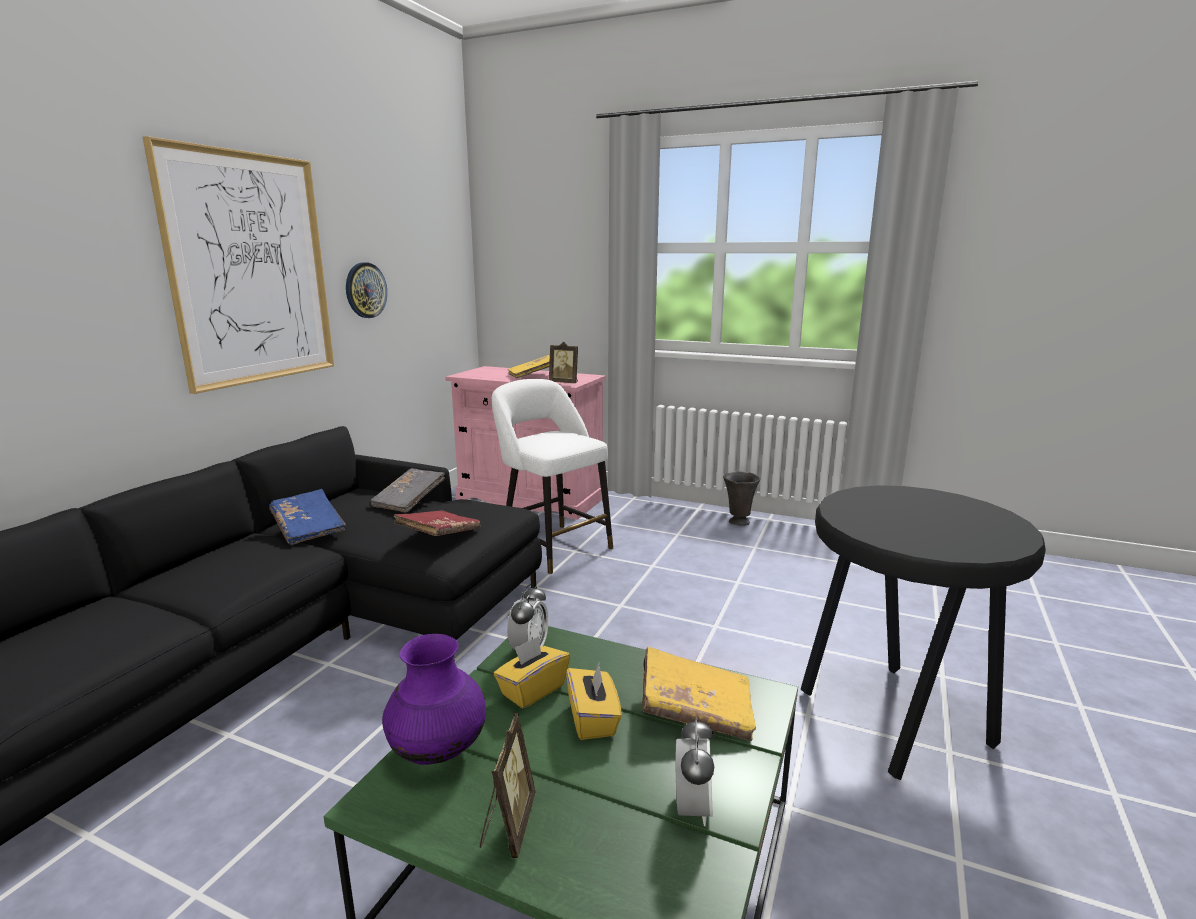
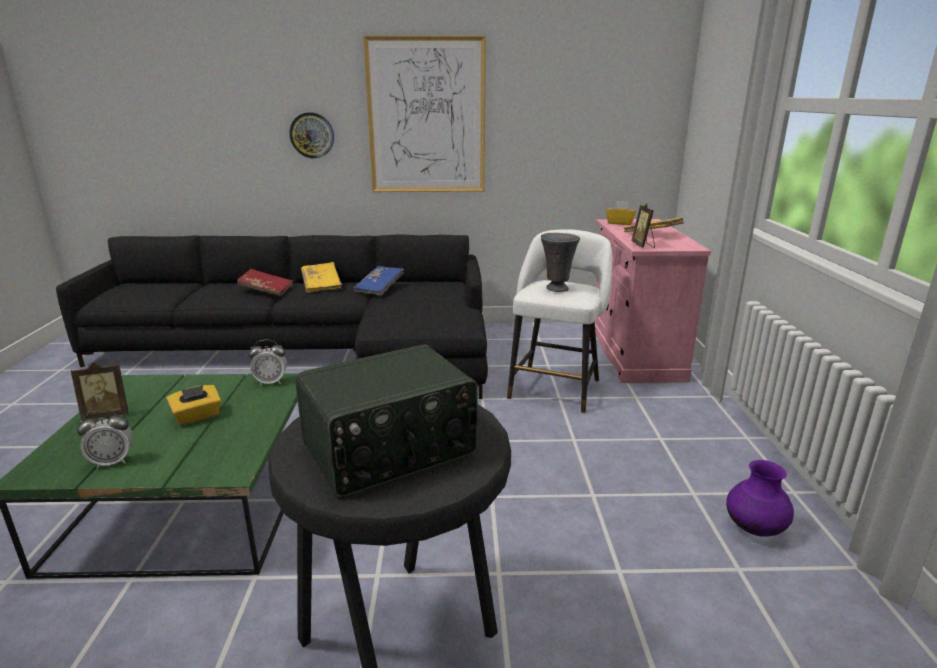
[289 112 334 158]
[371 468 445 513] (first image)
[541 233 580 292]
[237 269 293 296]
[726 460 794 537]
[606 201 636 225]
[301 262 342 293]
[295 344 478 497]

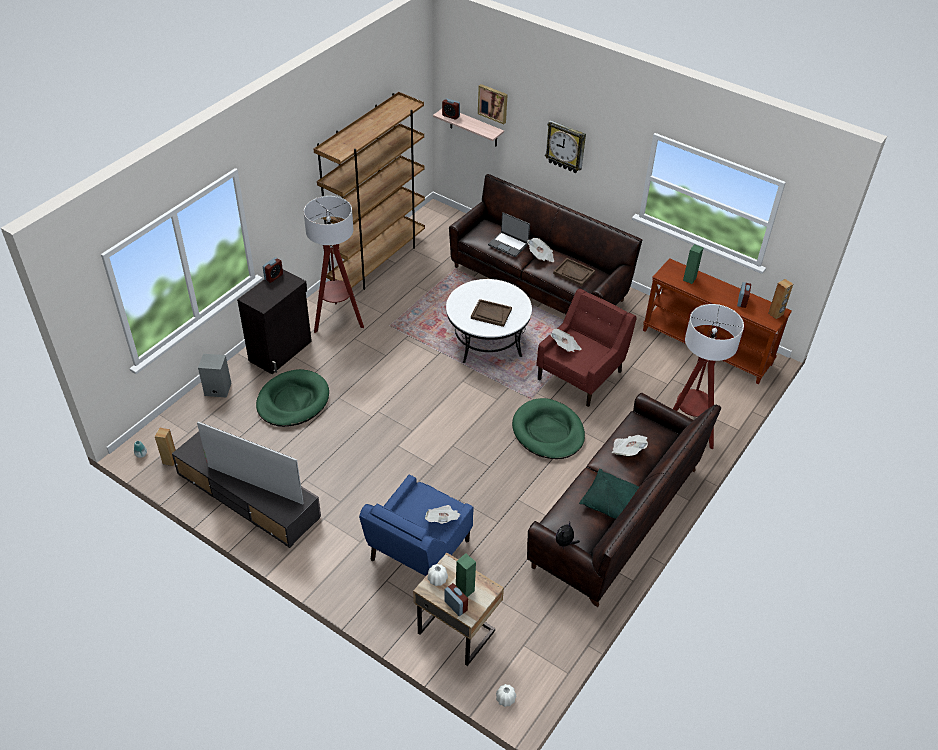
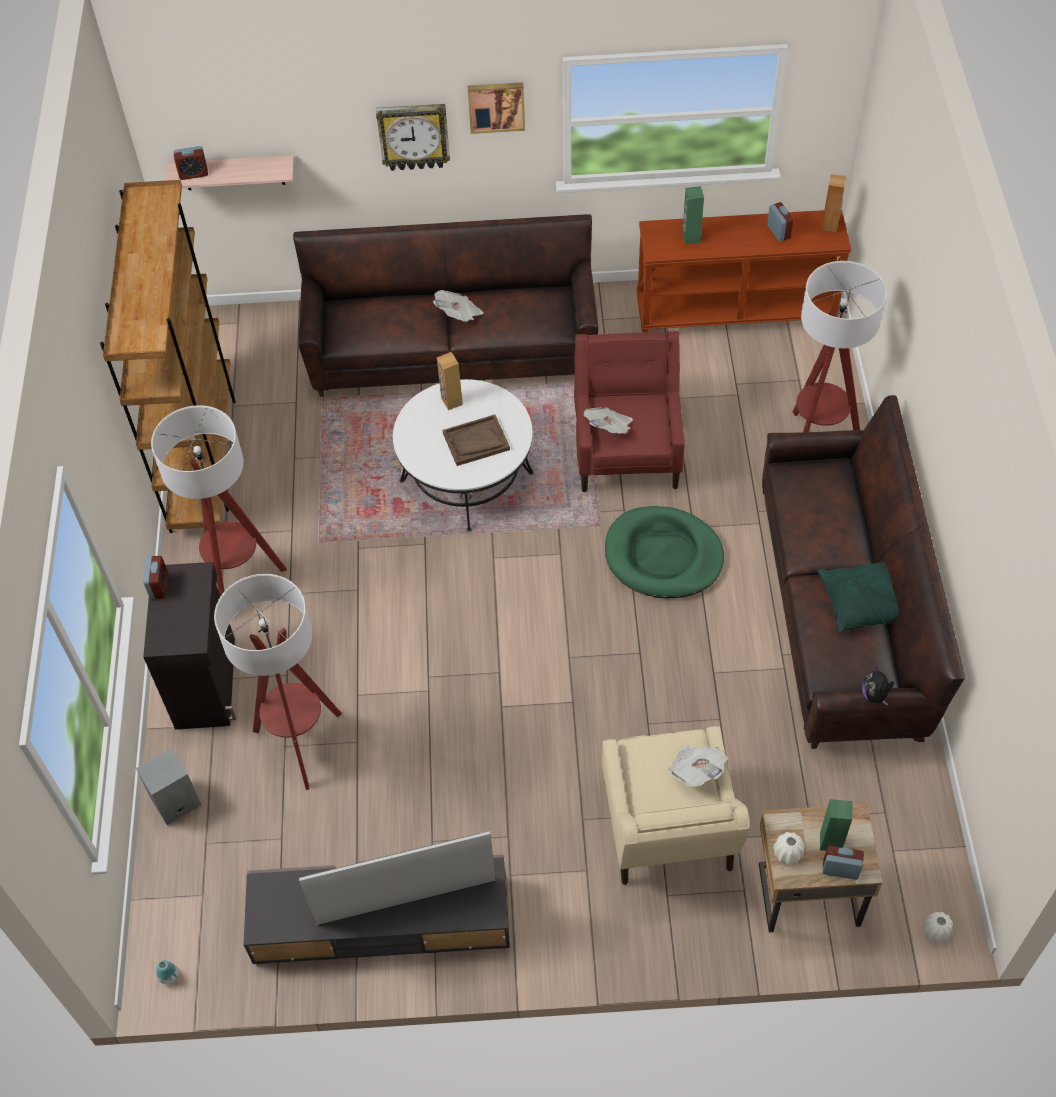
[468 82 525 134]
[488 212 530 257] (first image)
[553 258 595 286] (first image)
[214 574 342 790]
[437 352 463 410]
[612 435 648 456] (first image)
[602 726 750 885]

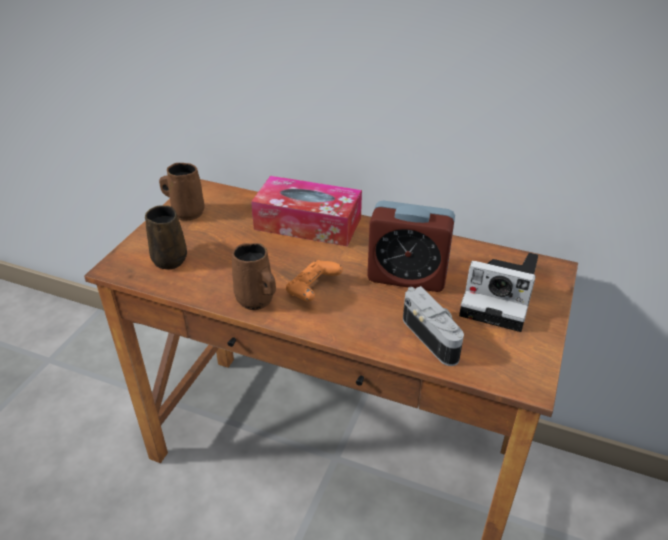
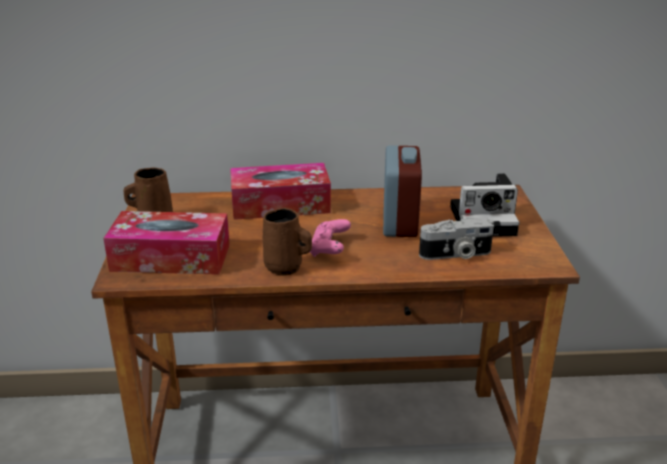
[383 145 422 237]
[103 211 230 275]
[310 219 351 257]
[419 218 494 260]

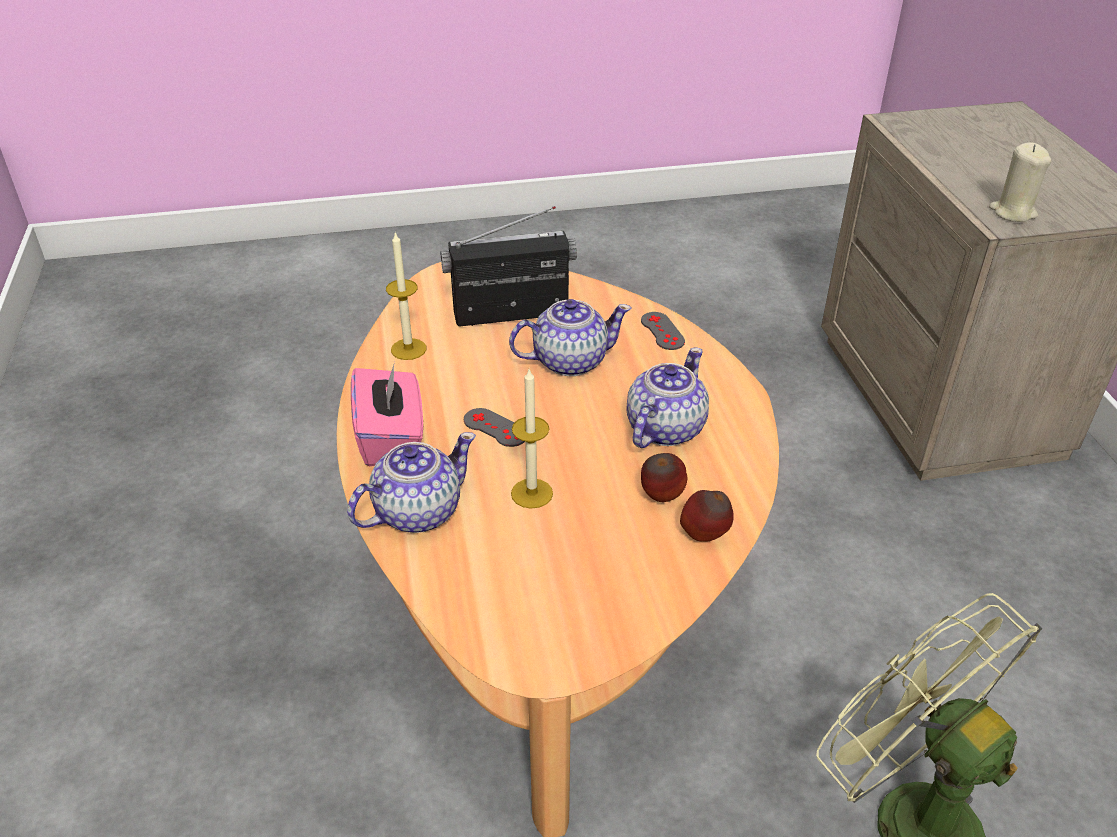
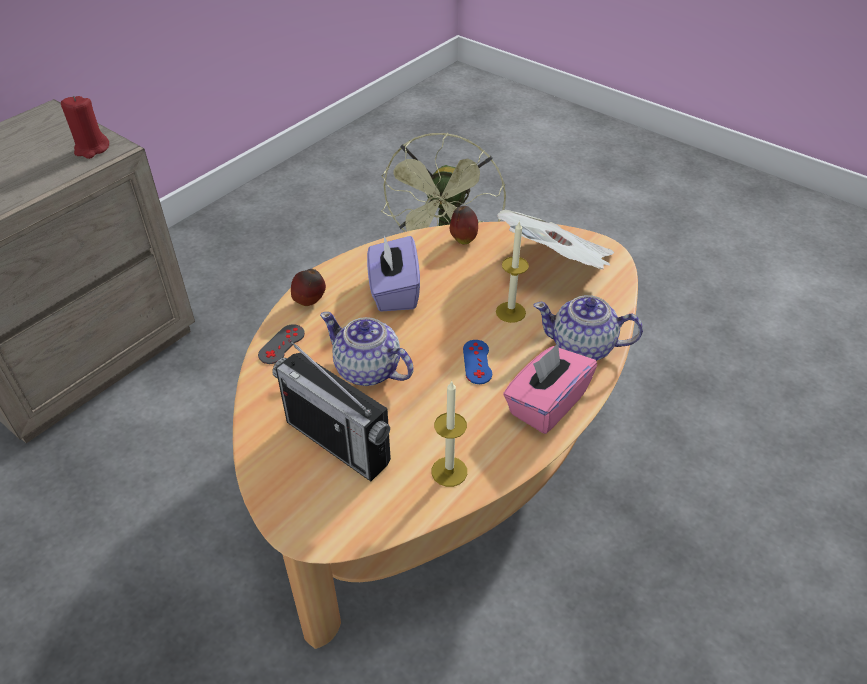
[61 96 109 159]
[367 236 420 312]
[463 340 492 384]
[291 269 326 306]
[497 210 614 269]

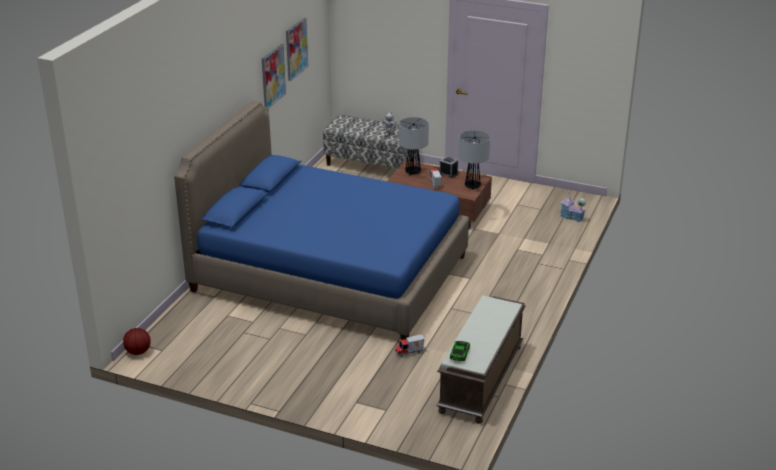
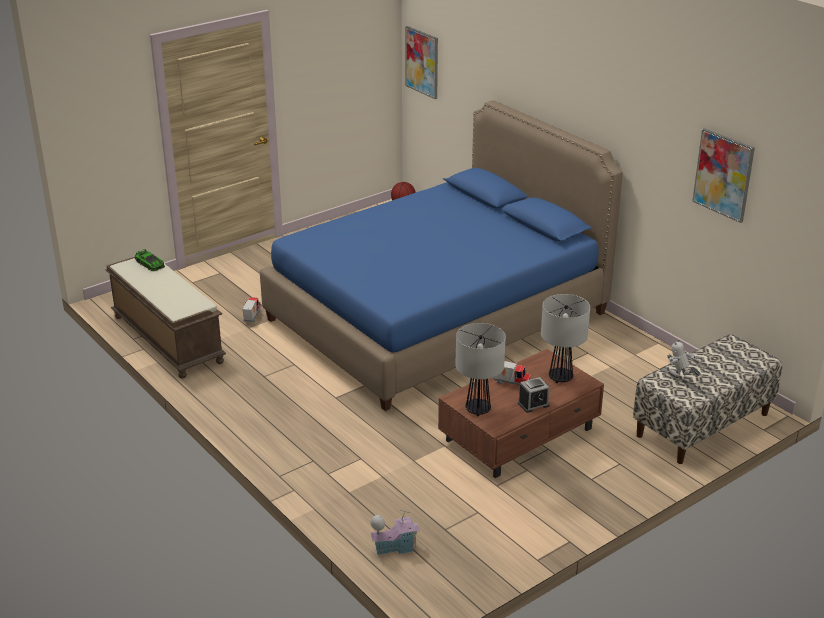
[405 26 438 99]

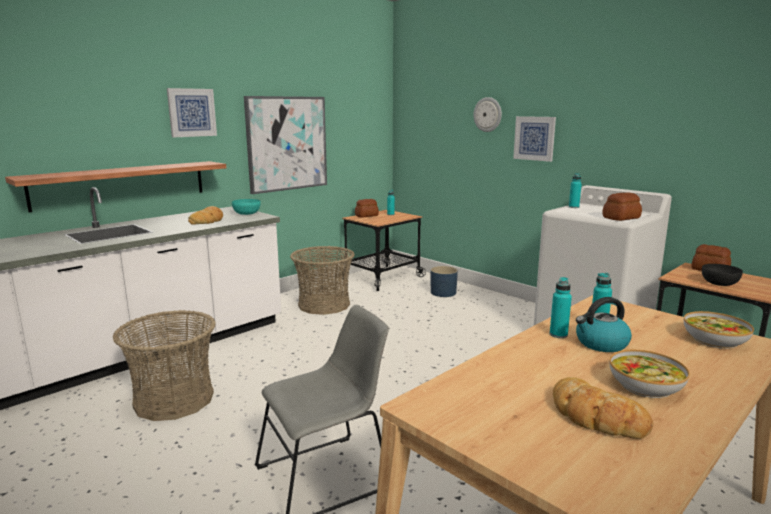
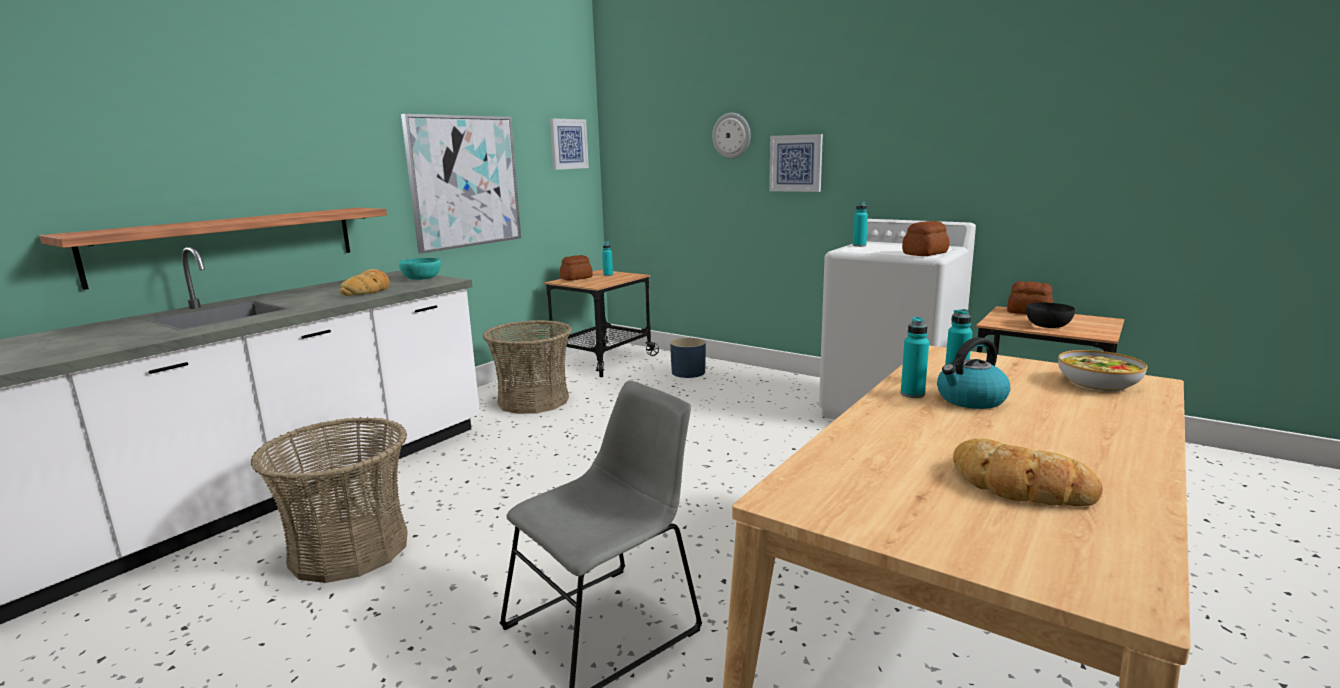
[550 118 589 170]
[610 350 690 398] (first image)

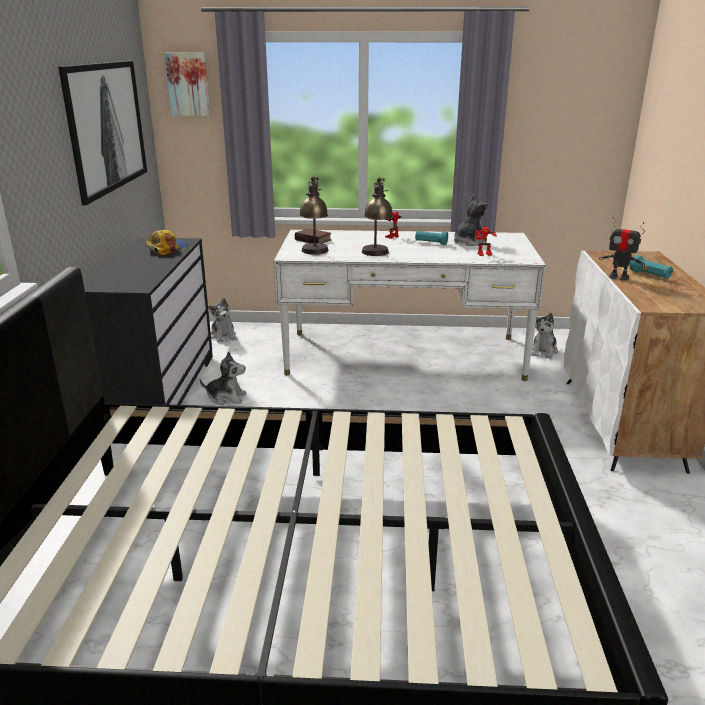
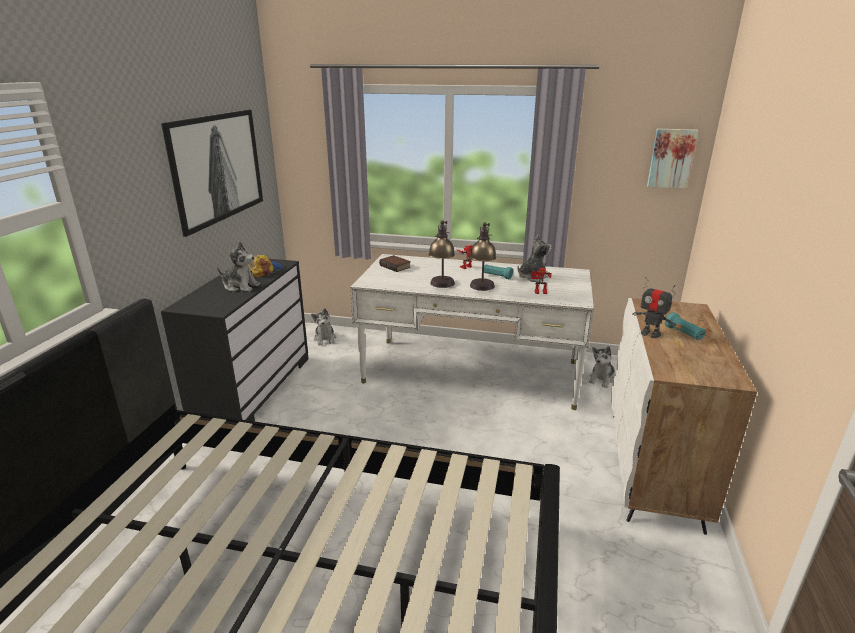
[647 129 698 189]
[470 223 496 291]
[217 242 260 292]

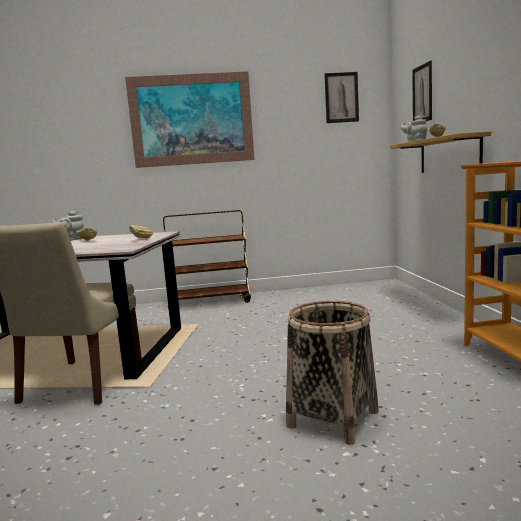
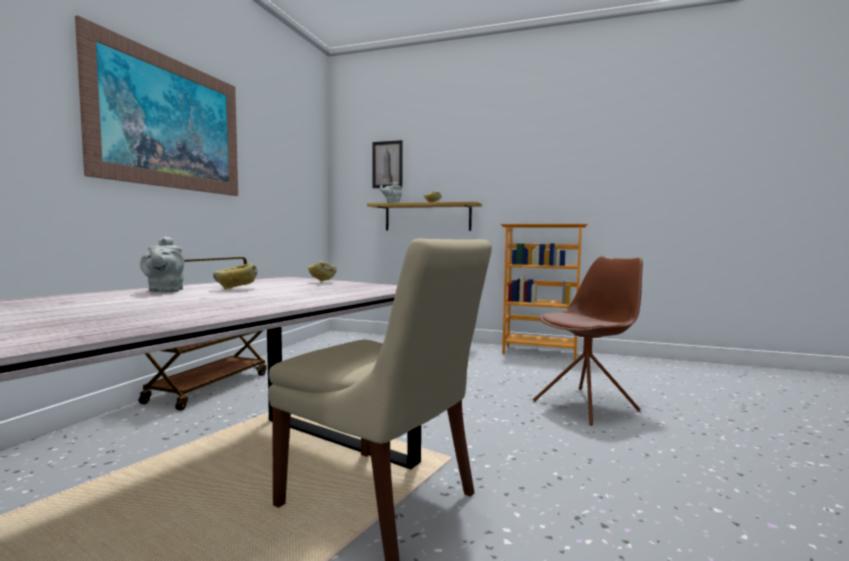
[324 72 359 123] (first image)
[533 256 643 426]

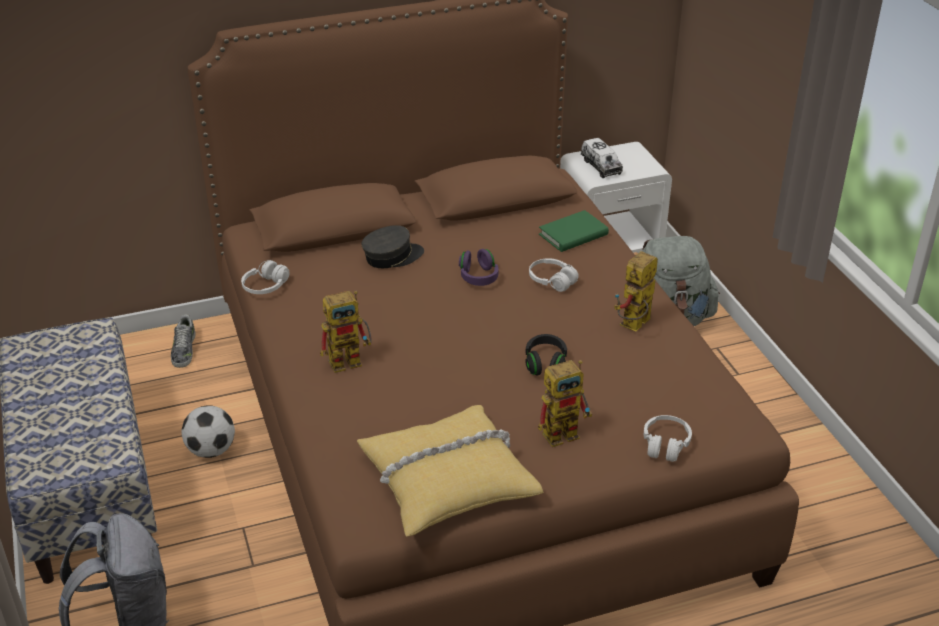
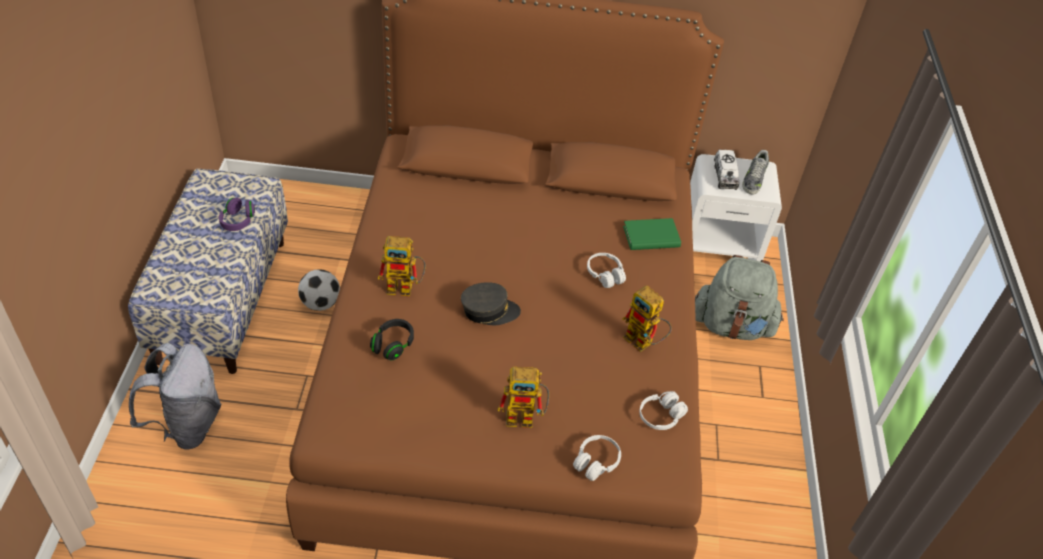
[461 282 521 325]
[219 198 255 231]
[622 285 672 352]
[639 391 688 430]
[742 150 769 195]
[370 319 414 360]
[357 405 544 537] (first image)

